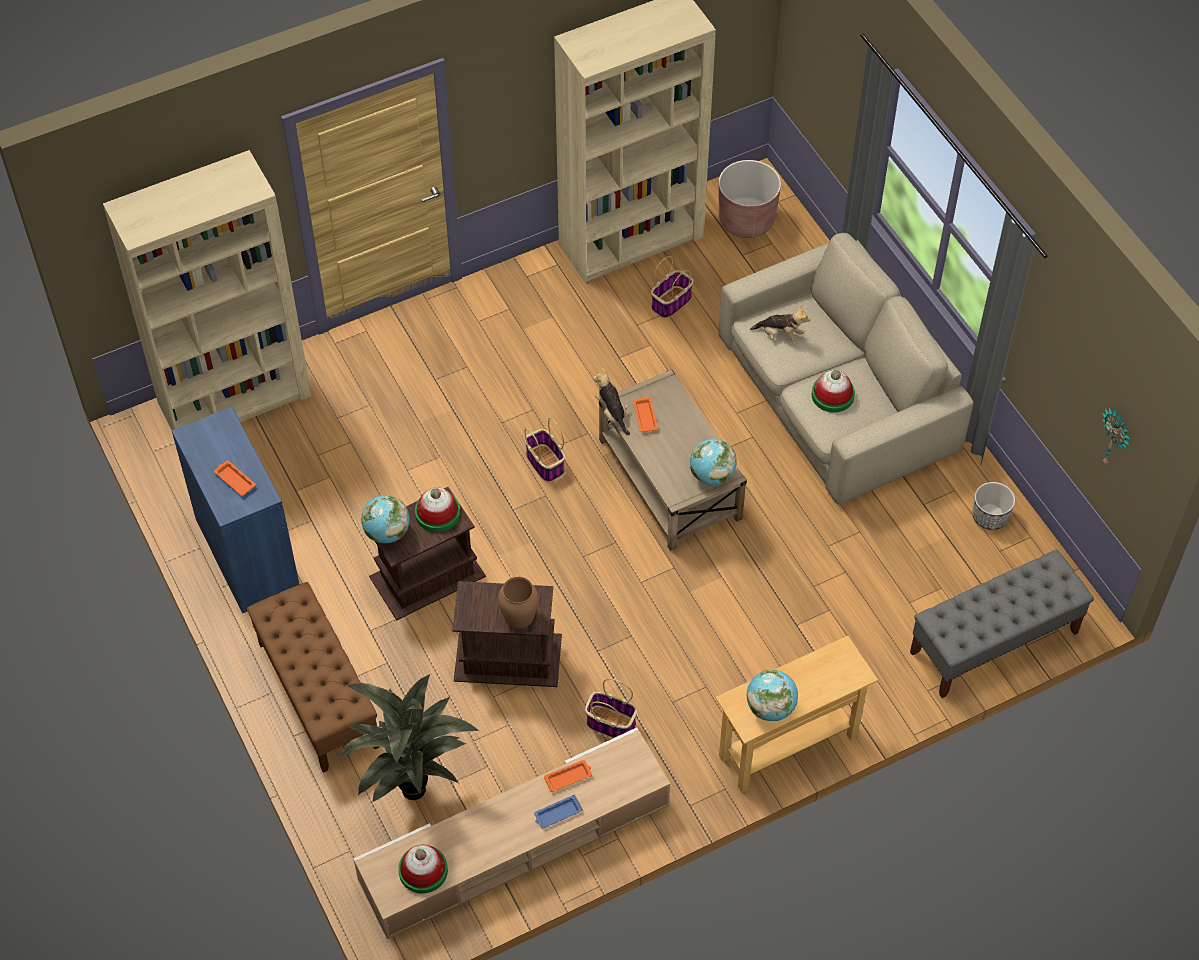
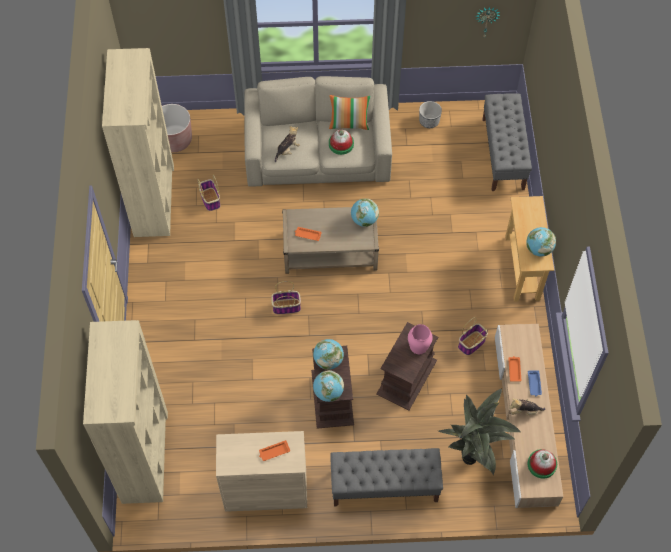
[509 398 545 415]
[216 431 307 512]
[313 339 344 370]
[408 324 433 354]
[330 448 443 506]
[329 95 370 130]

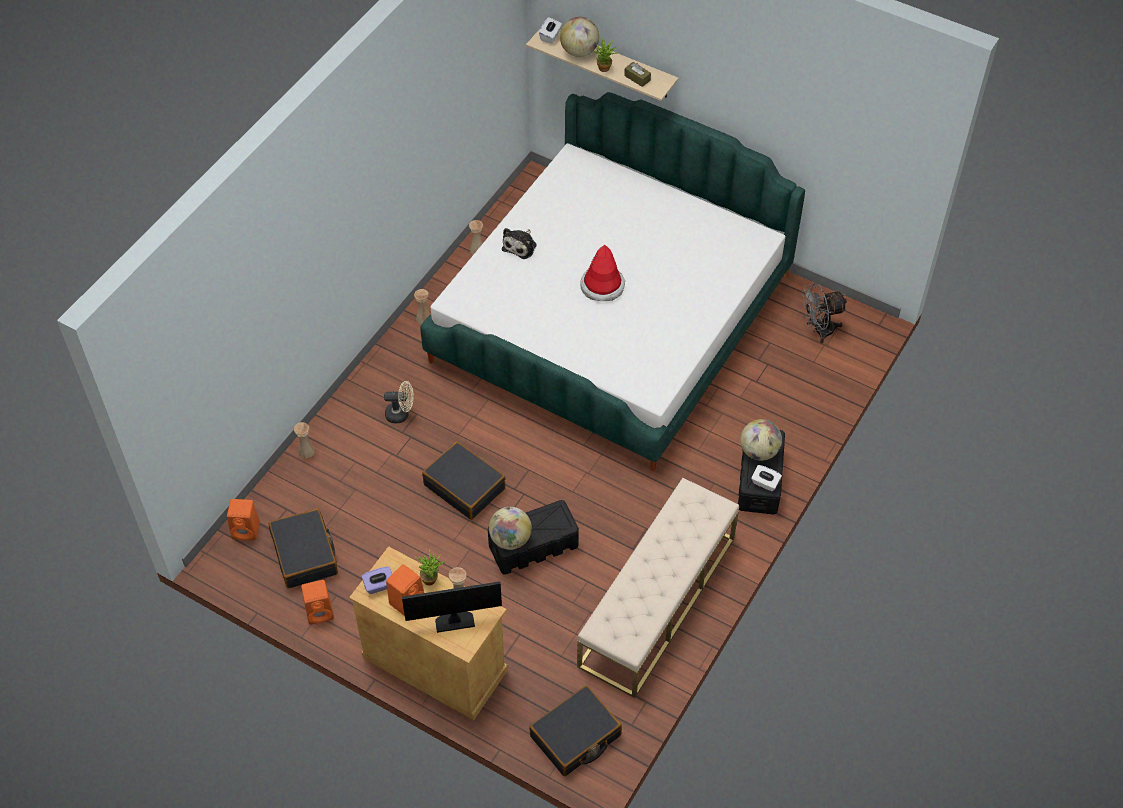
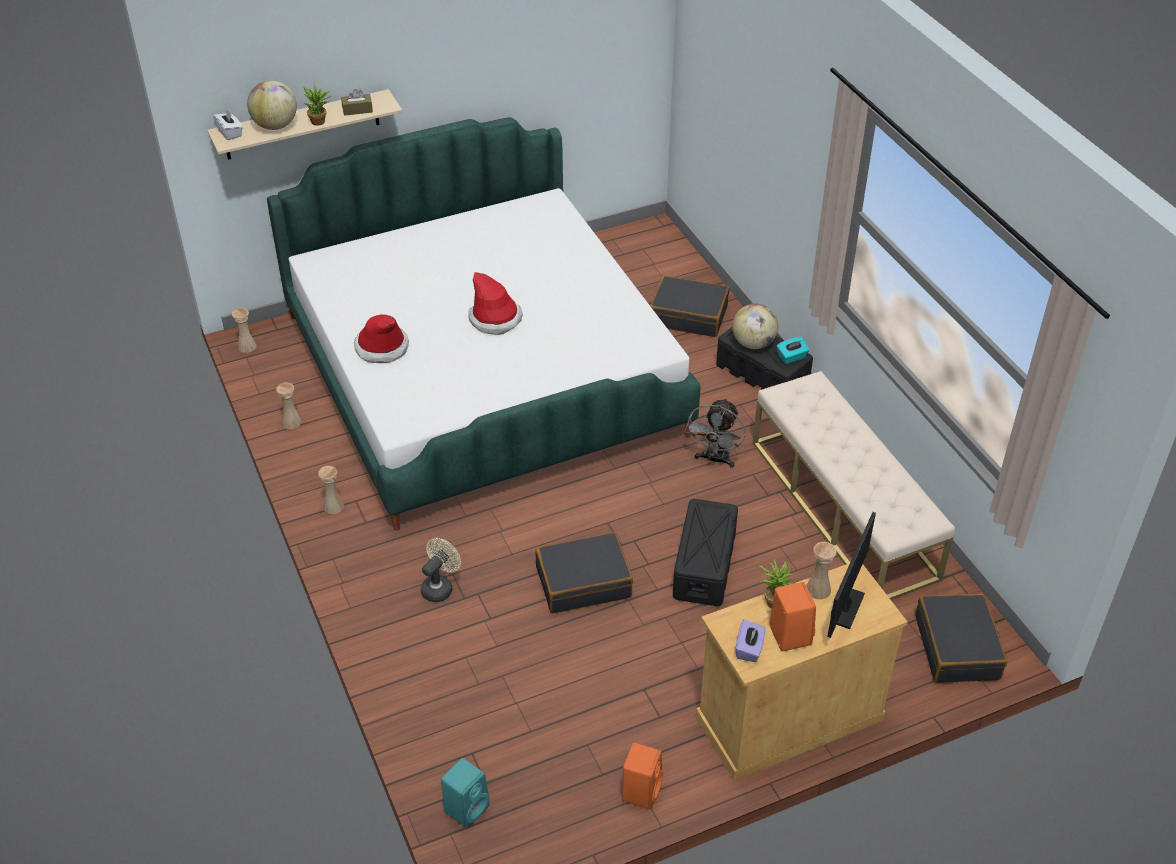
[354 315 409 363]
[685 398 745 468]
[232 308 257 353]
[777 337 810 364]
[441 758 490 828]
[489 507 532 550] (first image)
[650 276 729 337]

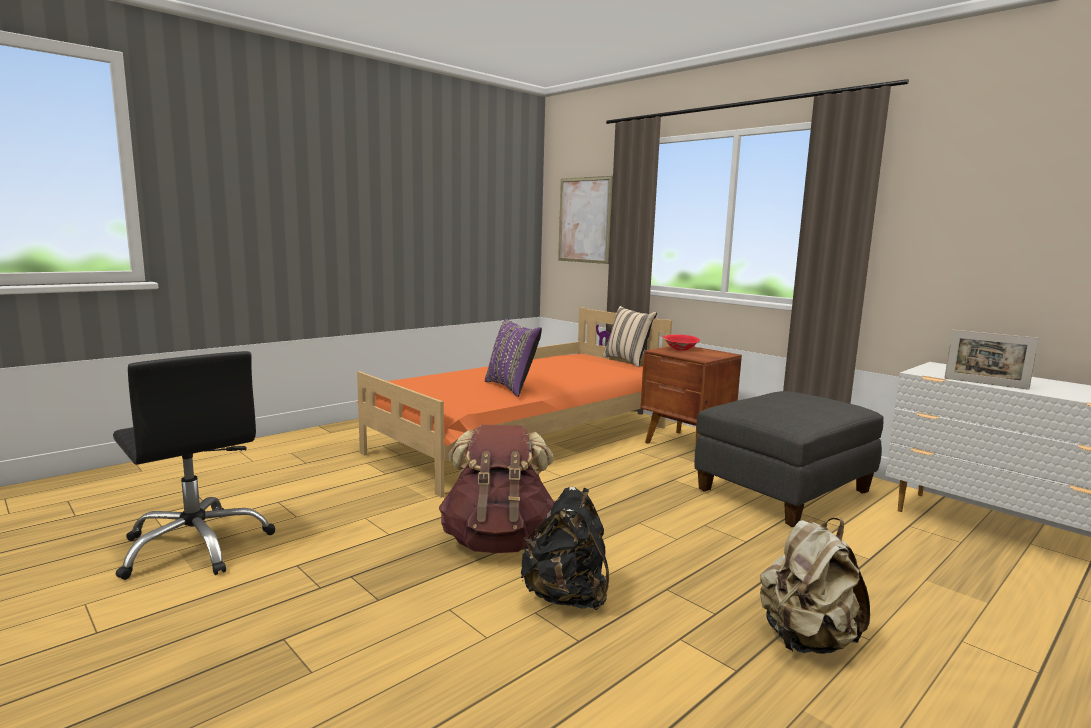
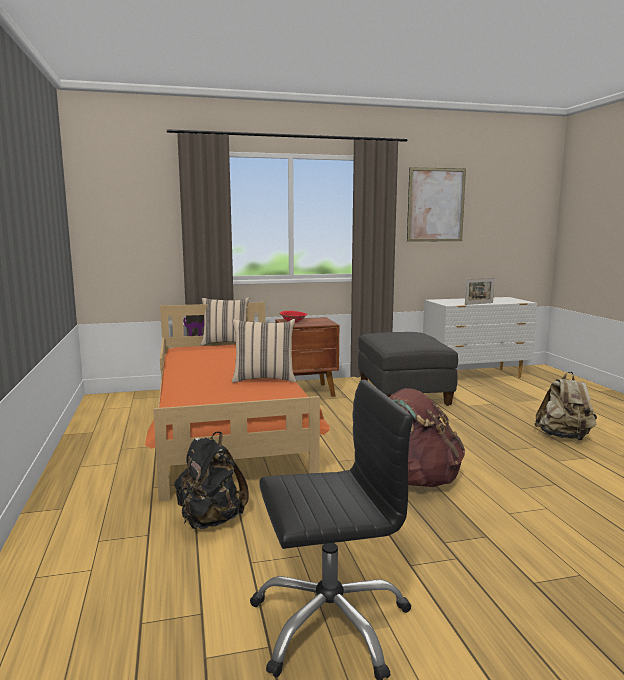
[407 167 466 242]
[232 319 296 383]
[174 432 249 529]

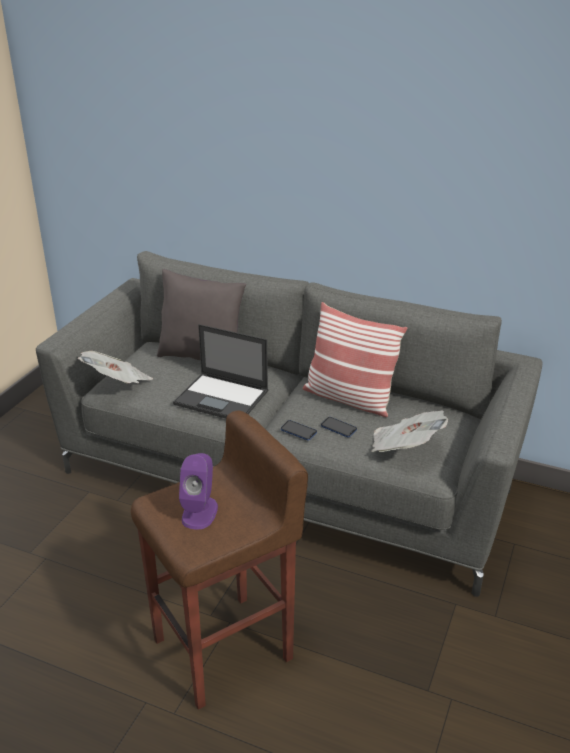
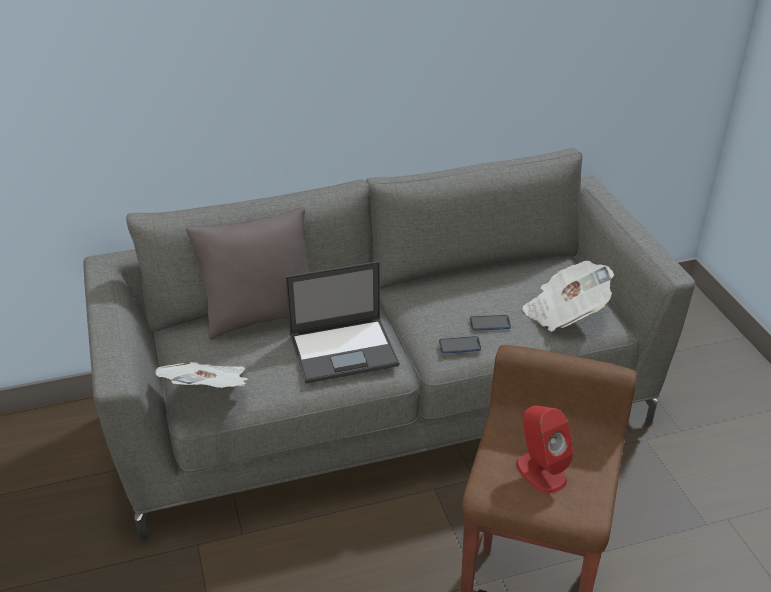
[303 302 407 417] (first image)
[516 405 574 493]

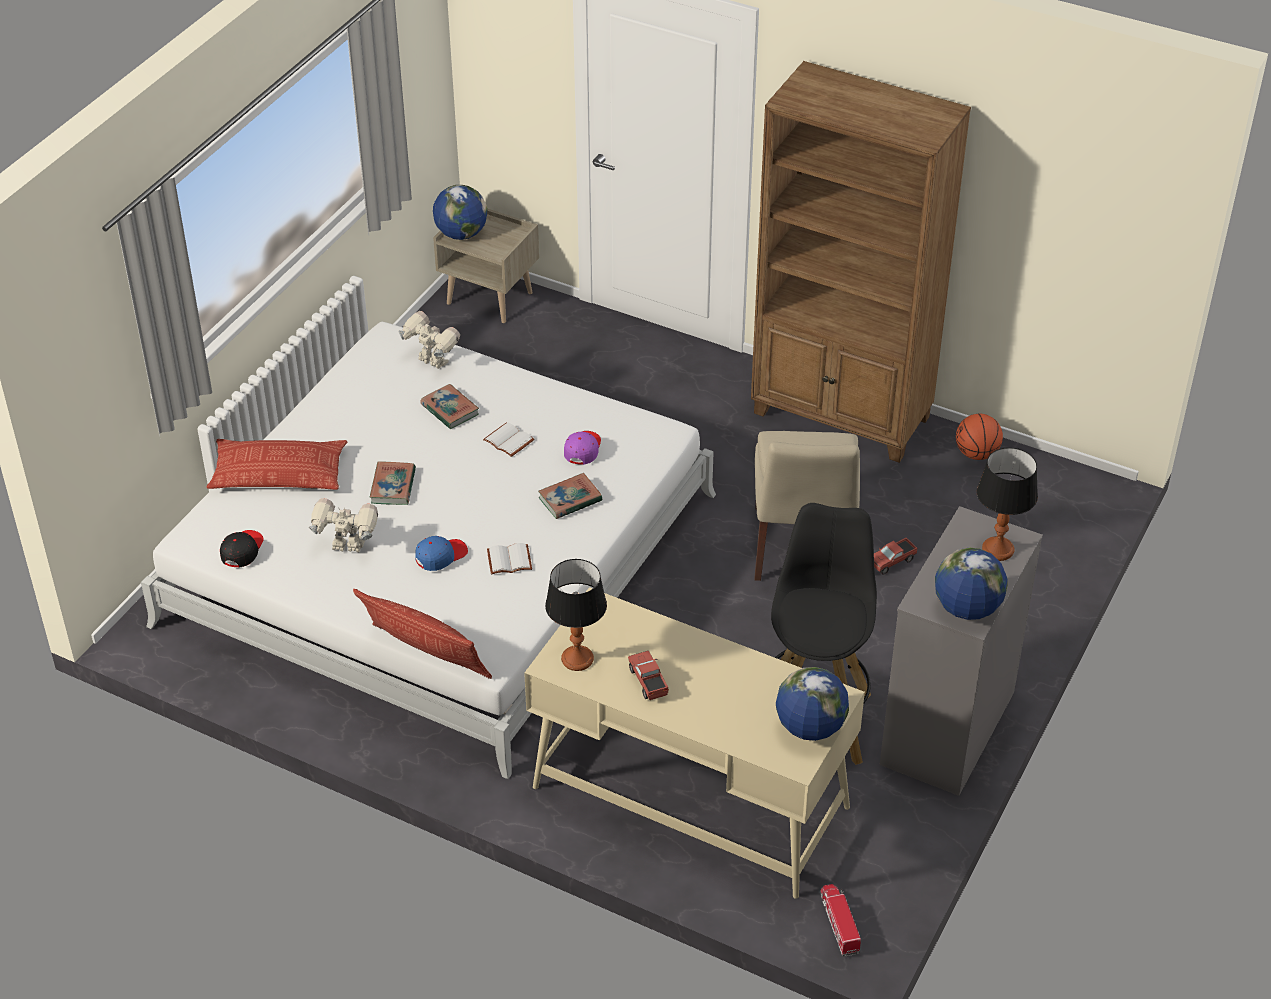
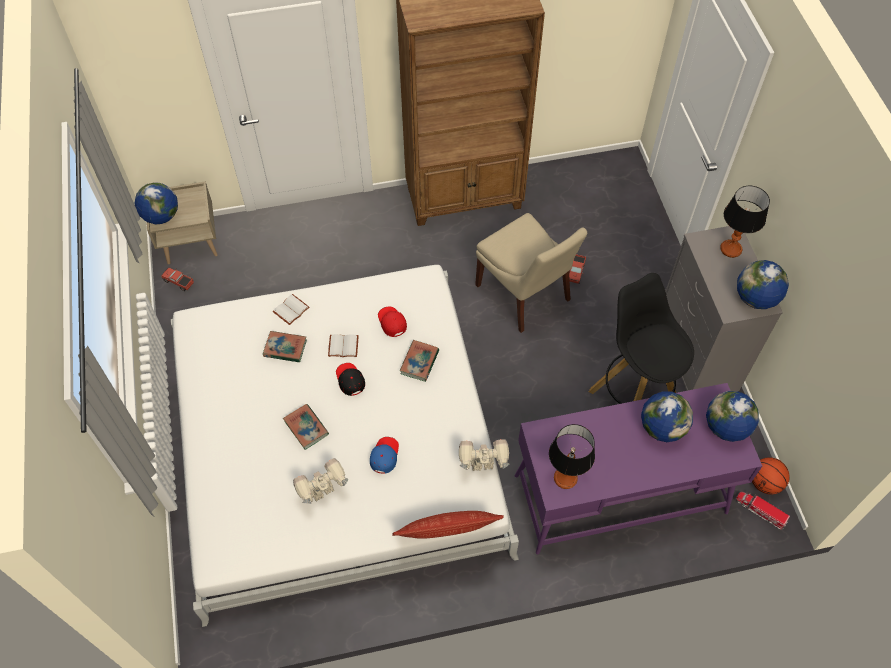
[459 439 509 471]
[752 457 790 494]
[378 306 407 337]
[207 439 348 490] (first image)
[336 363 365 396]
[273 294 310 325]
[515 383 762 554]
[161 267 194 291]
[641 391 693 442]

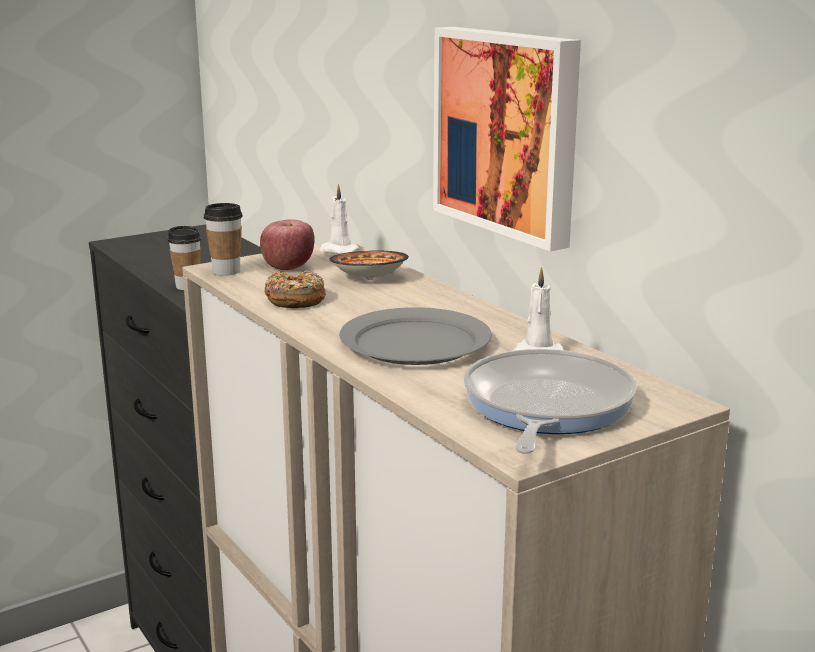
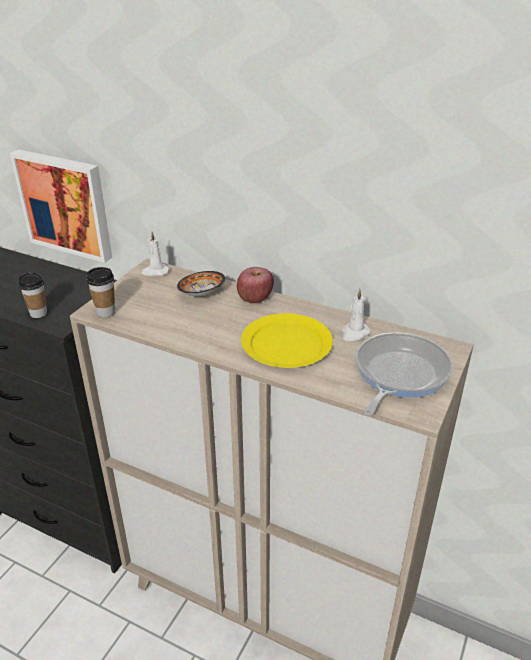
[10 150 112 263]
[237 267 274 303]
[264 270 326 308] (first image)
[241 313 333 368]
[356 332 453 416]

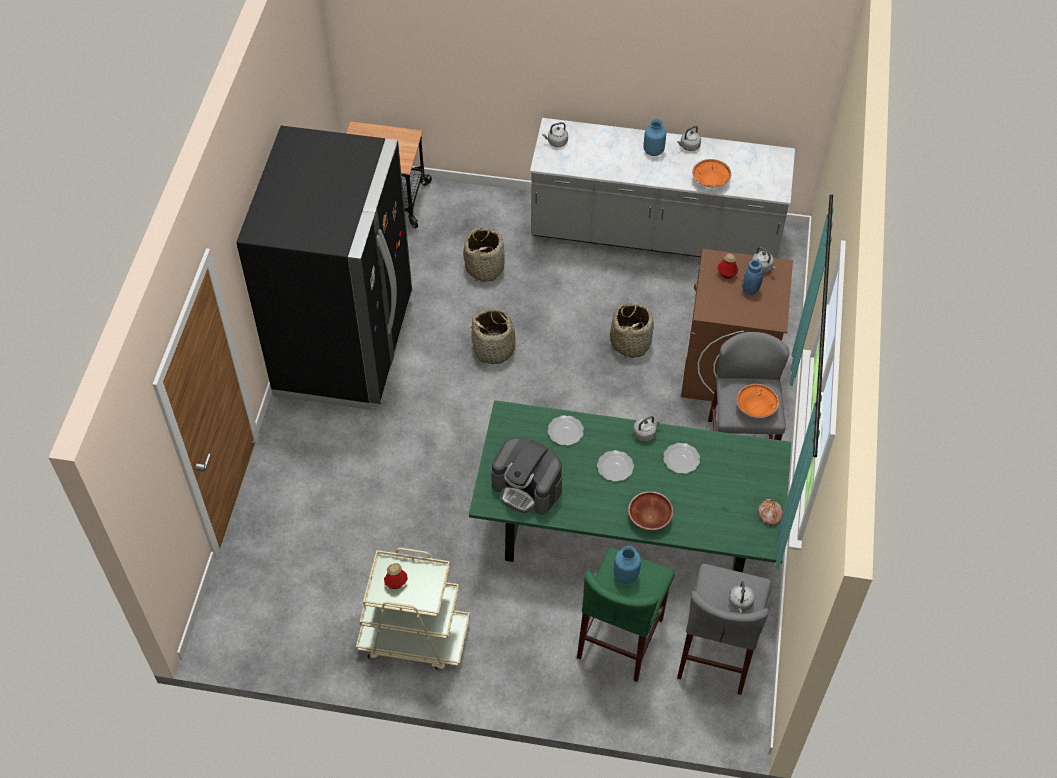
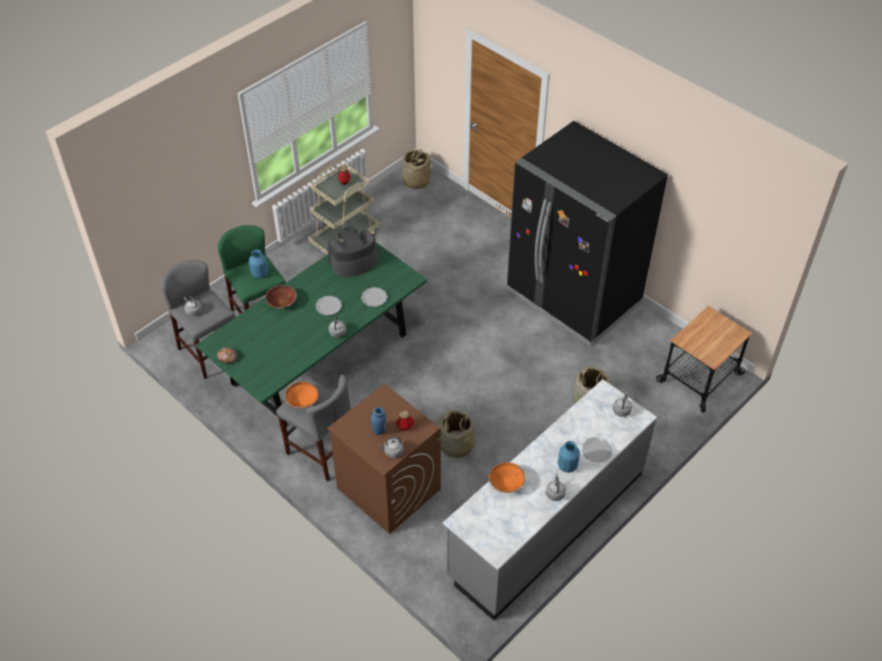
[402 149 431 189]
[582 437 612 462]

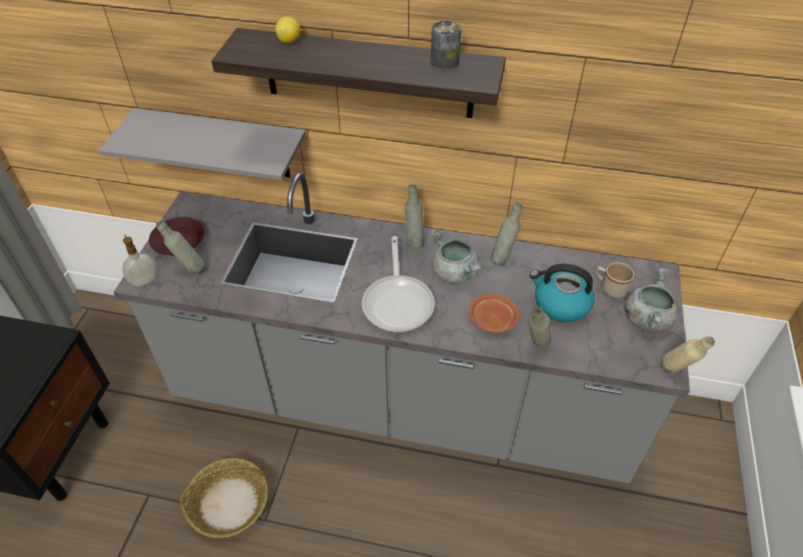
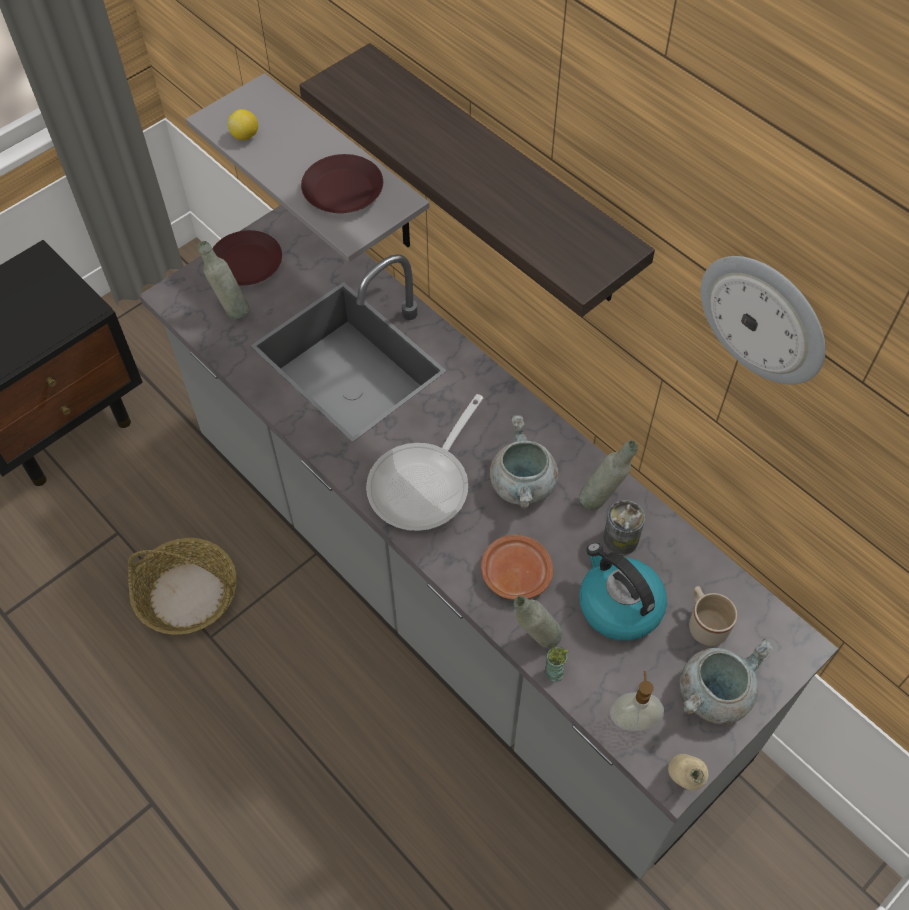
[228 109 258 140]
[603 500 645 555]
[405 184 424 249] (first image)
[610 671 664 731]
[301 154 383 213]
[701 256 826 385]
[545 644 569 682]

